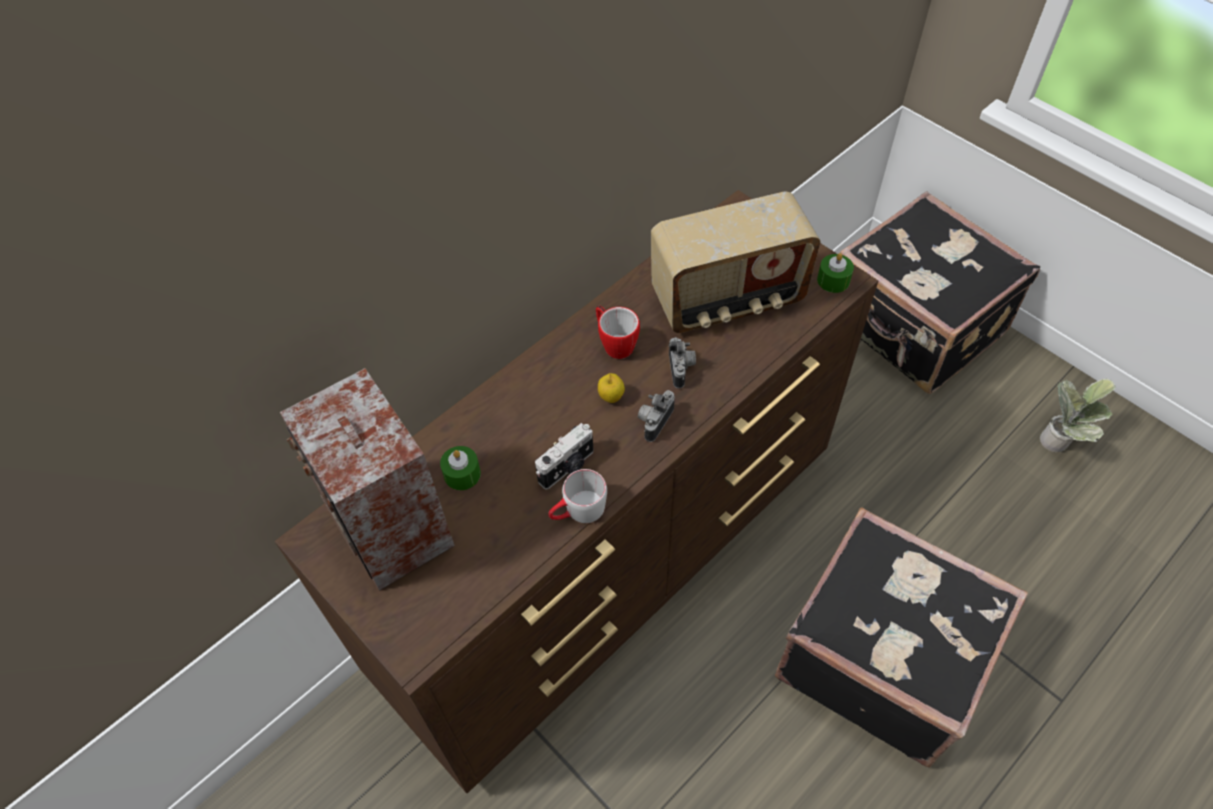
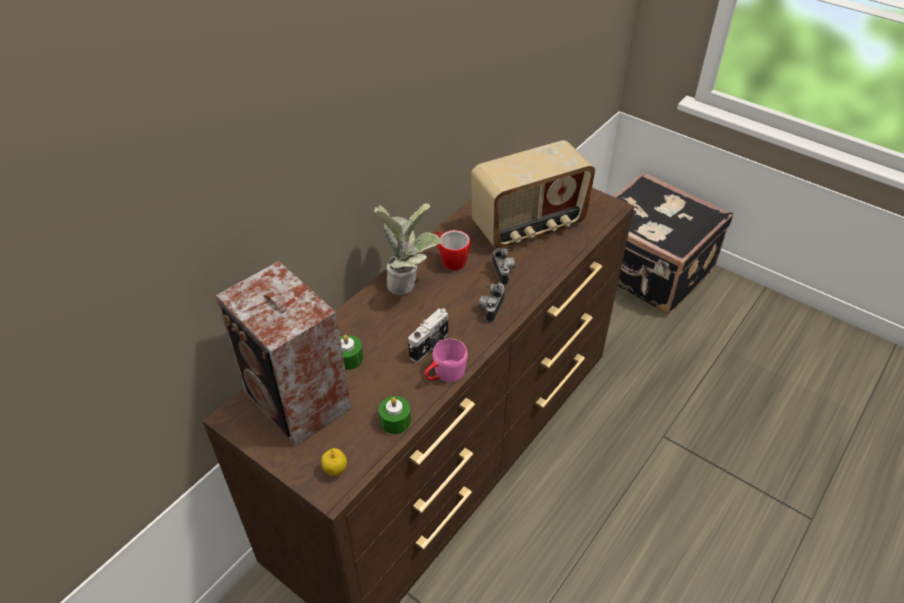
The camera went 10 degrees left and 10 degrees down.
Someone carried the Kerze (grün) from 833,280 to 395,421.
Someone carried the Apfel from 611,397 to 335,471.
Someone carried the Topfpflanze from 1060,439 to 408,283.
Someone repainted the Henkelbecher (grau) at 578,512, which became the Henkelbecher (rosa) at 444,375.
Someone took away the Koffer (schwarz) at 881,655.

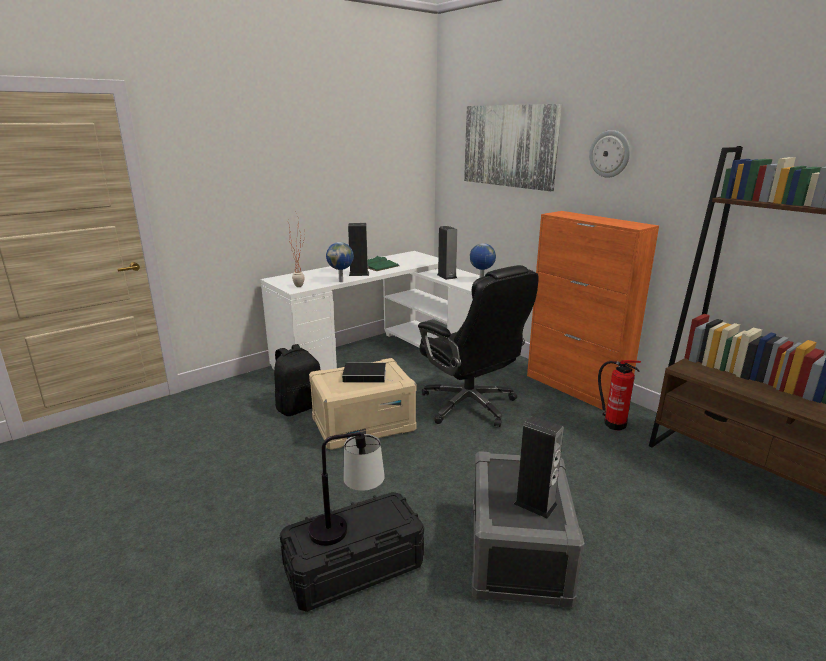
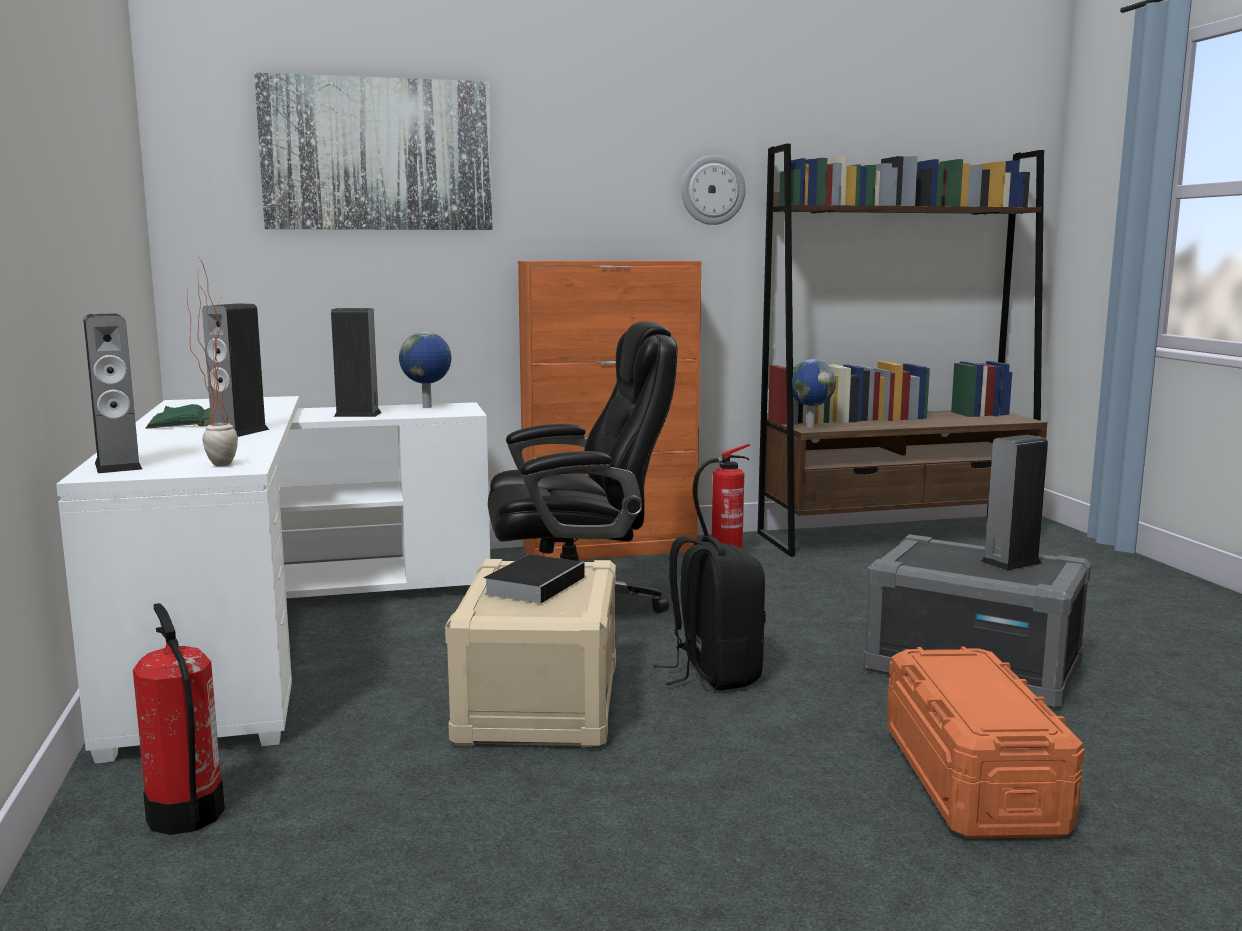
The camera went 65 degrees left and 10 degrees down.
Someone carried the Wanduhr from 610,154 to 712,190.
Someone carried the Globus from 341,281 to 809,427.
Someone carried the Rucksack (schwarz) from 299,407 to 713,674.
Someone took away the Tischlampe at 347,529.
Someone repainted the Aufbewahrungsbox (schwarz) at 354,568, which became the Aufbewahrungsbox (orange) at 972,779.
Someone put down the Lautsprecher at 118,466.
Someone put down the Feuerlöscher at 185,815.

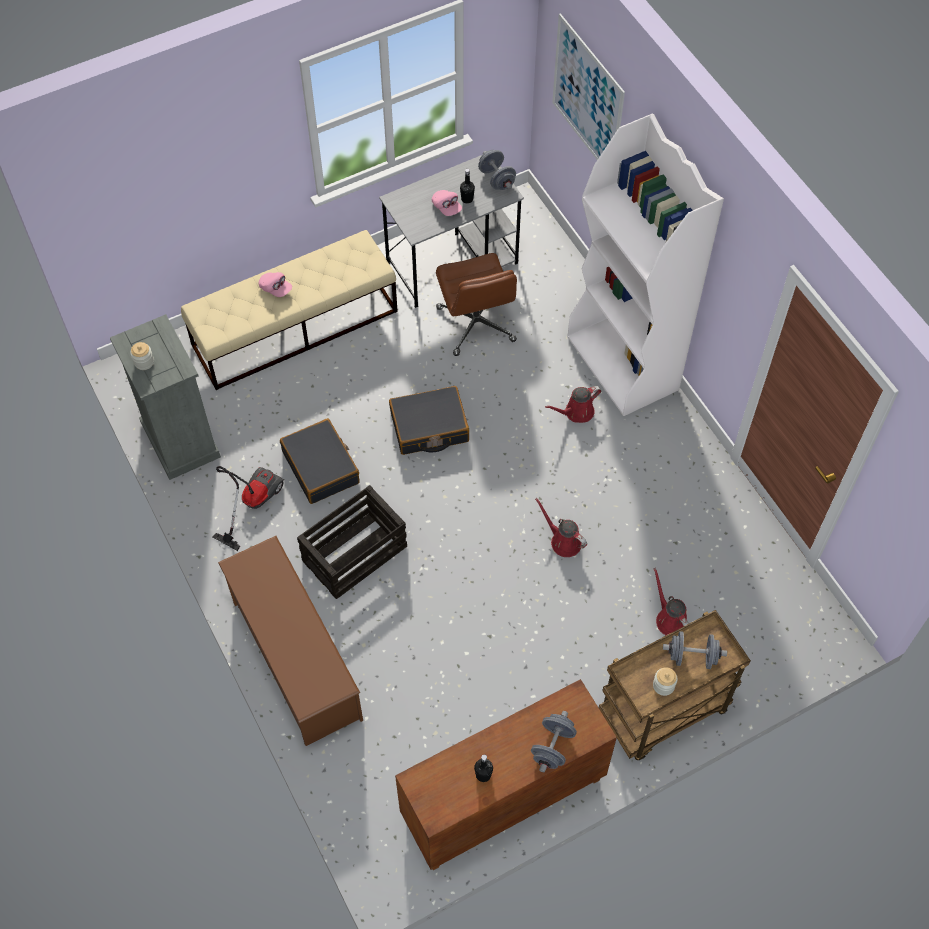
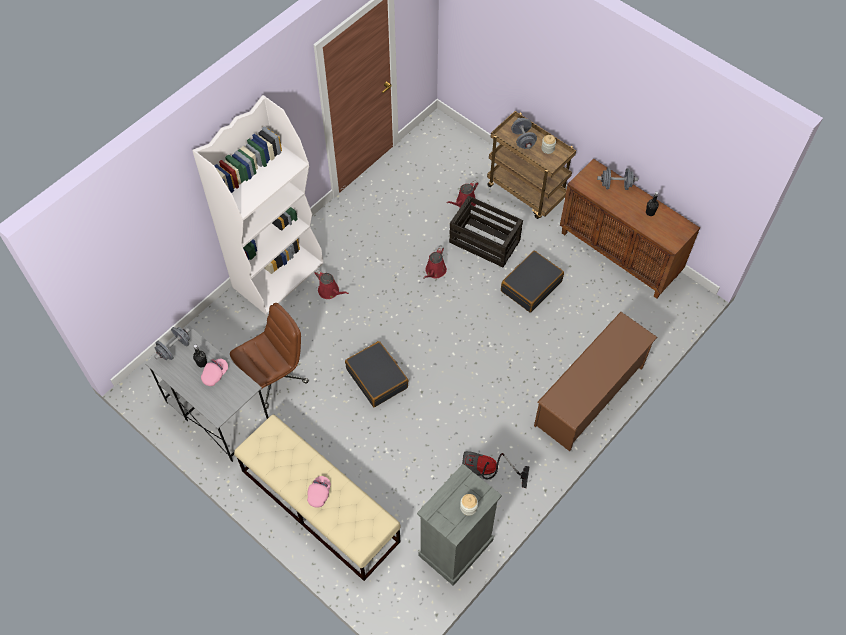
The camera went 110 degrees left and 0 degrees up.
Someone took away the Bild at 587,97.
Someone carried the Koffer (schwarz) from 321,467 to 531,286.
Someone carried the Kiste from 354,554 to 485,241.

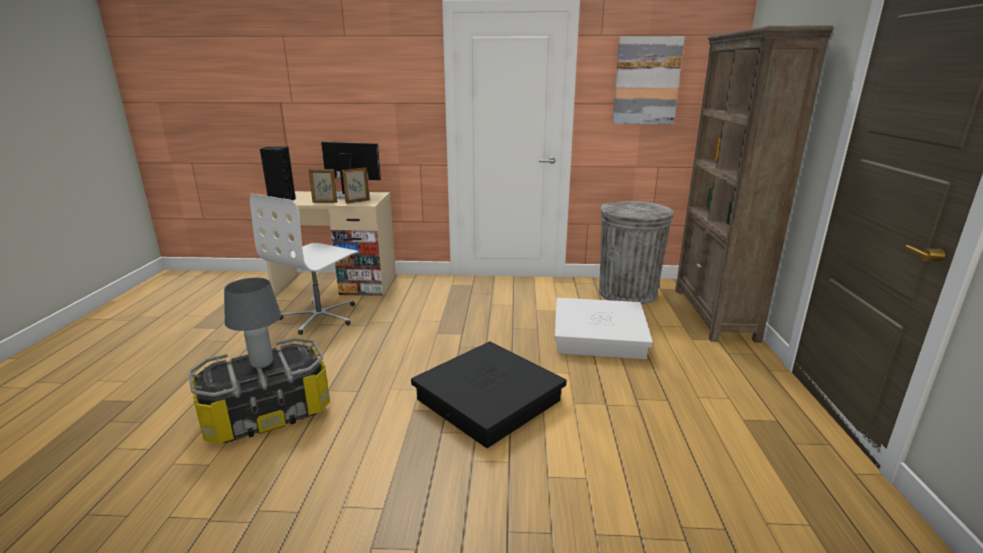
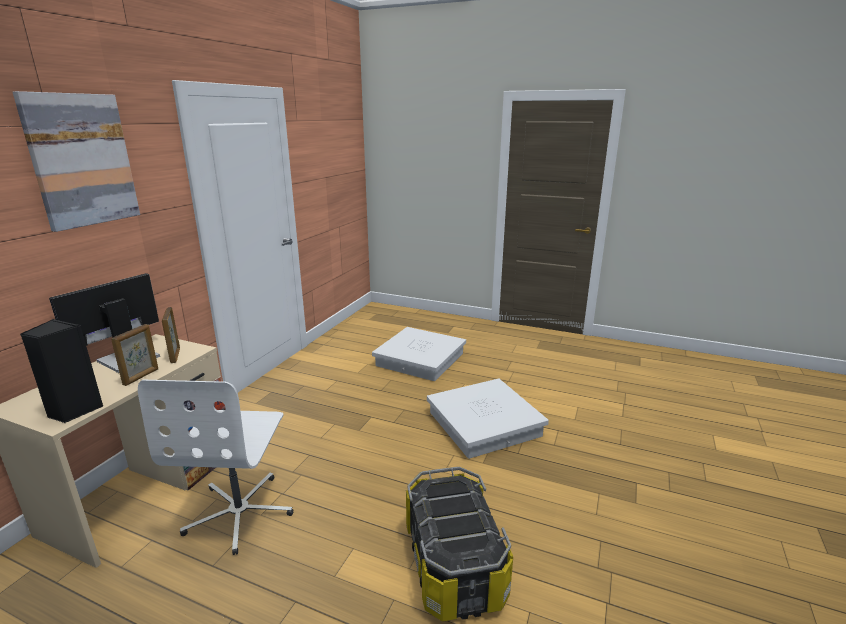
The camera went 70 degrees left and 0 degrees up.
Someone took away the Bücherregal (braun) at 714,314.
Someone carried the Bild from 646,81 to 81,160.
Someone rotated the Bürostuhl (weiß) at 320,317 by 45 degrees clockwise.
Someone took away the Mülleimer (grau) at 627,293.
Someone took away the Tischlampe (grau) at 261,364.
Someone repainted the Aufbewahrungsbox (schwarz) at 489,400, which became the Aufbewahrungsbox (weiß) at 484,423.

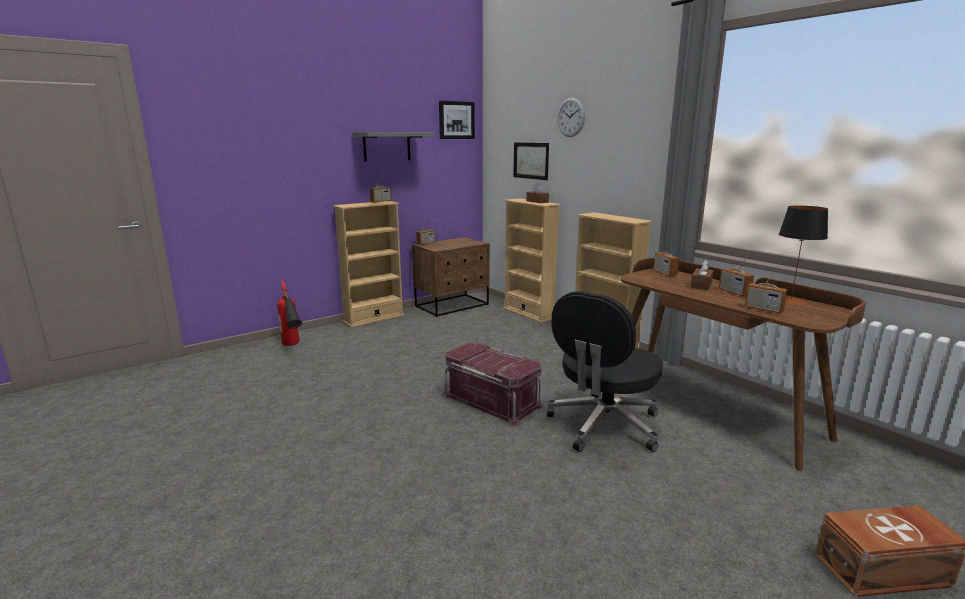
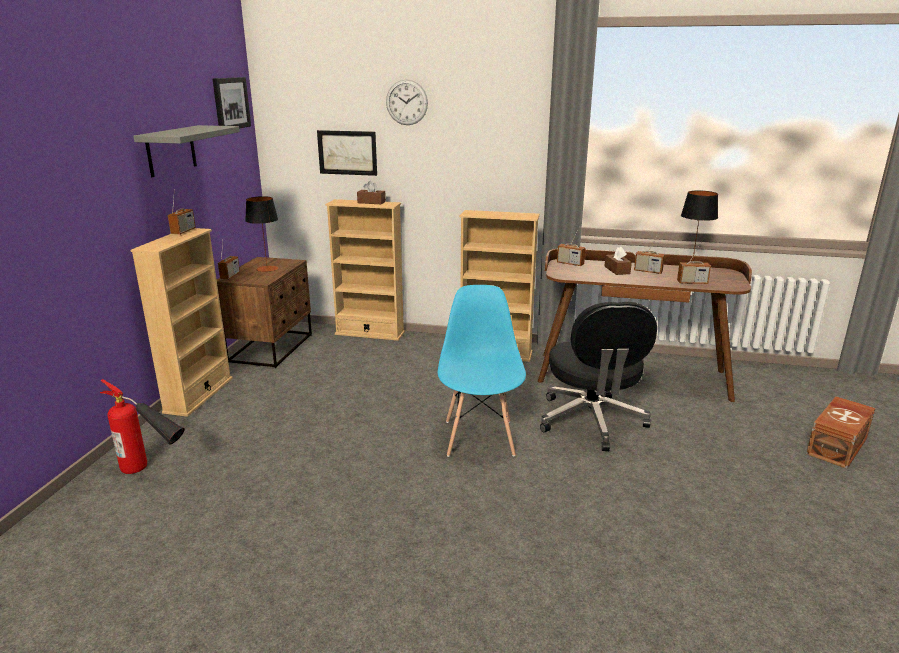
The camera went 40 degrees left and 5 degrees up.
Someone swapped the Aufbewahrungsbox (rot) at 492,400 for the Stuhl (blau) at 480,437.
Someone put down the Tischlampe at 267,269.

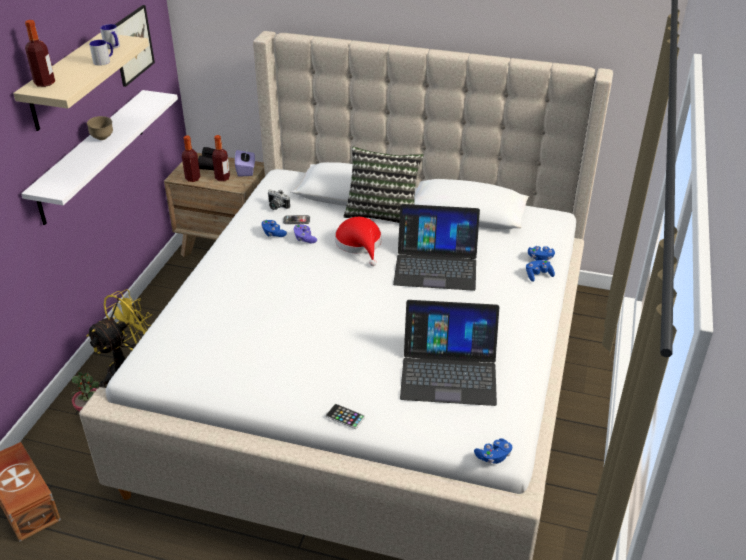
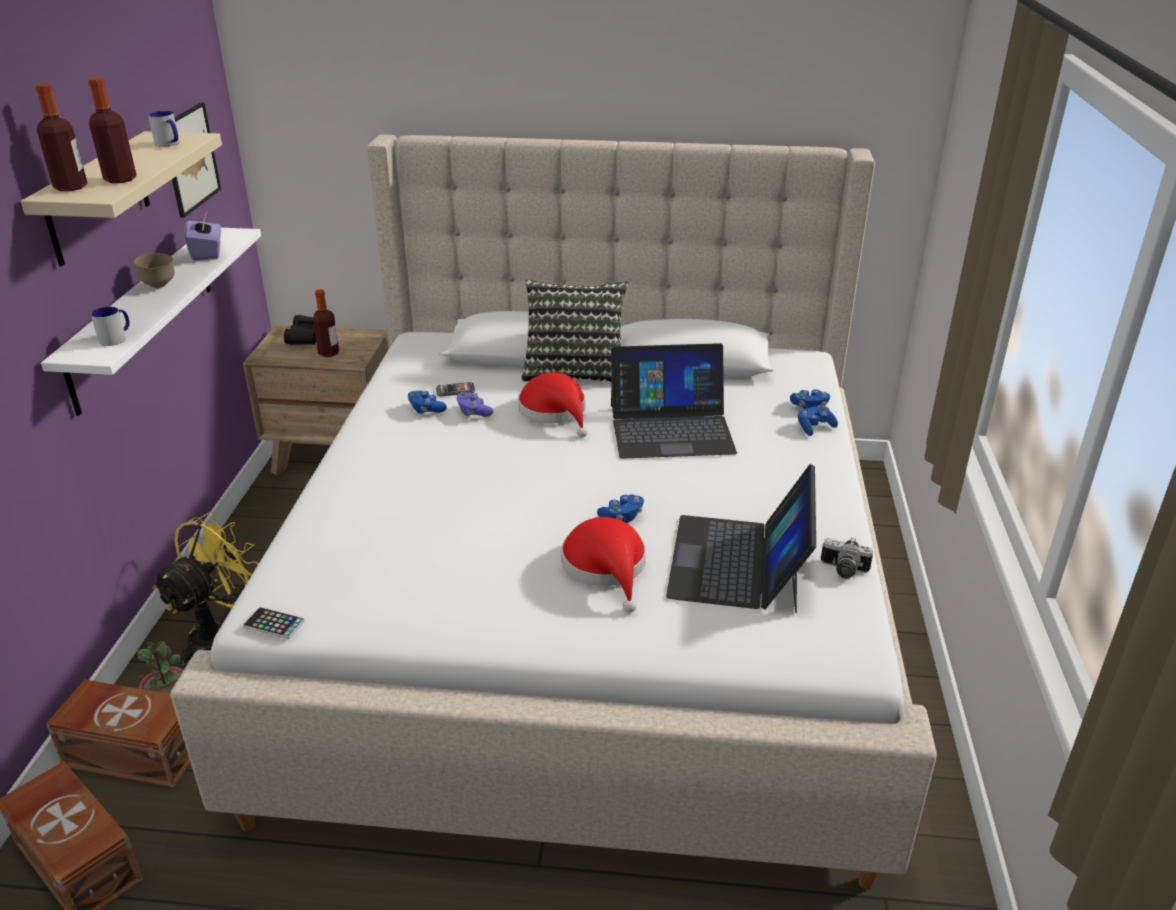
The camera went 10 degrees left and 5 degrees down.
Someone carried the Henkelbecher from 104,61 to 116,338.
Someone carried the Flasche from 192,178 to 120,179.
Someone carried the Taschentuchbox (lila) from 246,170 to 207,253.
Someone carried the Kamera from 276,207 to 843,570.
Someone rotated the Laptop at 449,371 by 105 degrees clockwise.
Someone carried the Handy from 345,417 to 274,624.
Someone carried the Gamepad (blau) from 493,456 to 621,517.
Someone put down the Hut (rot) at 606,567.
Someone put down the Aufbewahrungsbox (braun) at 134,751.

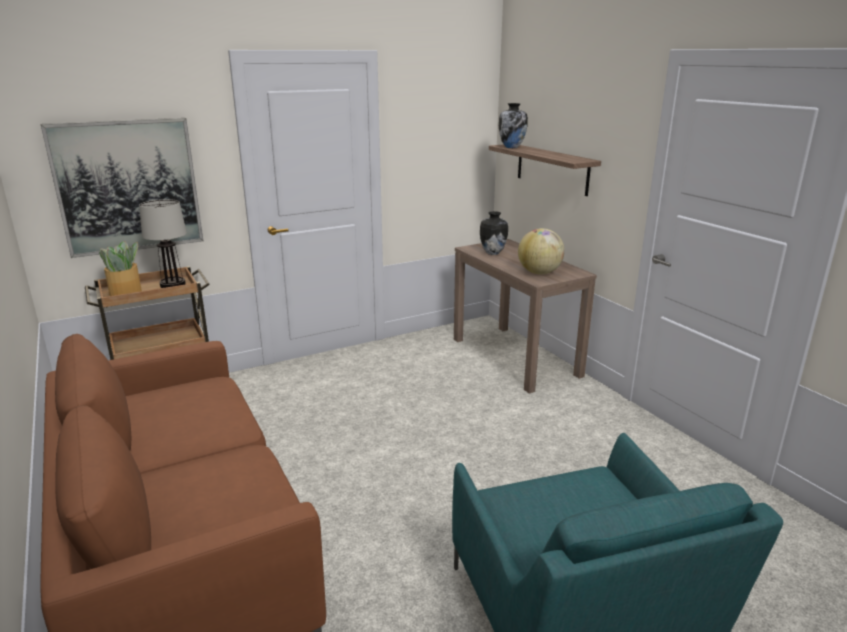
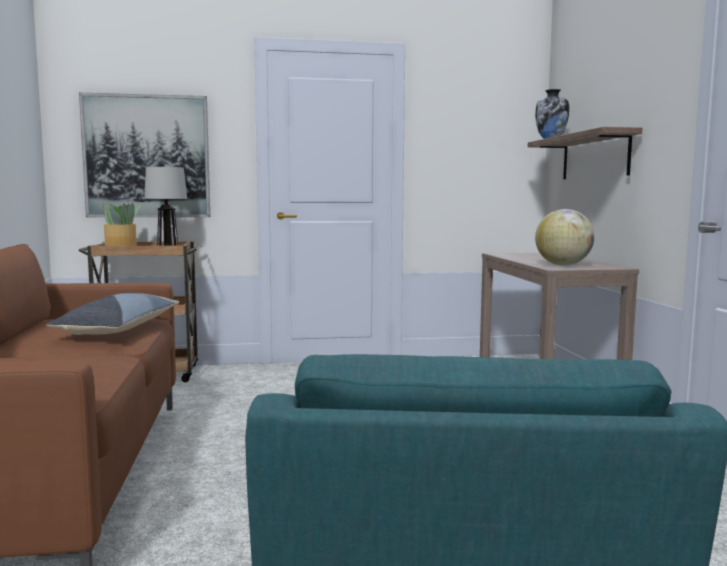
The camera went 20 degrees right and 15 degrees down.
Someone took away the Vase at 492,253.
Someone put down the Kissen at 119,328.

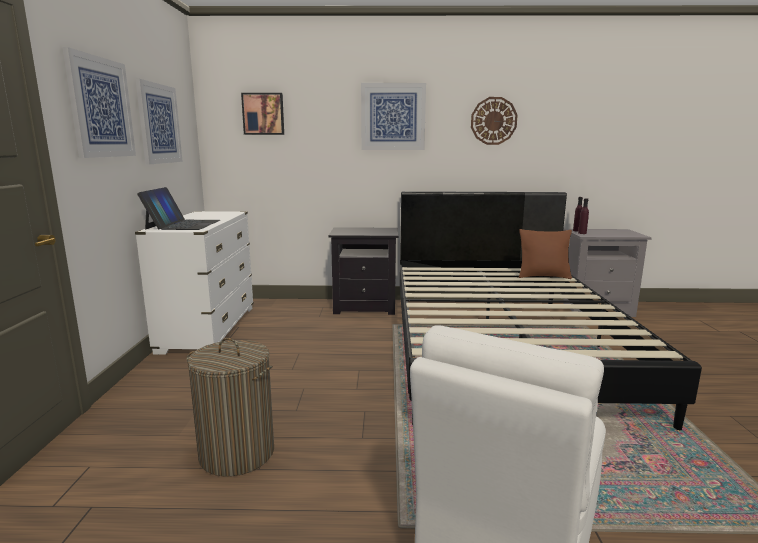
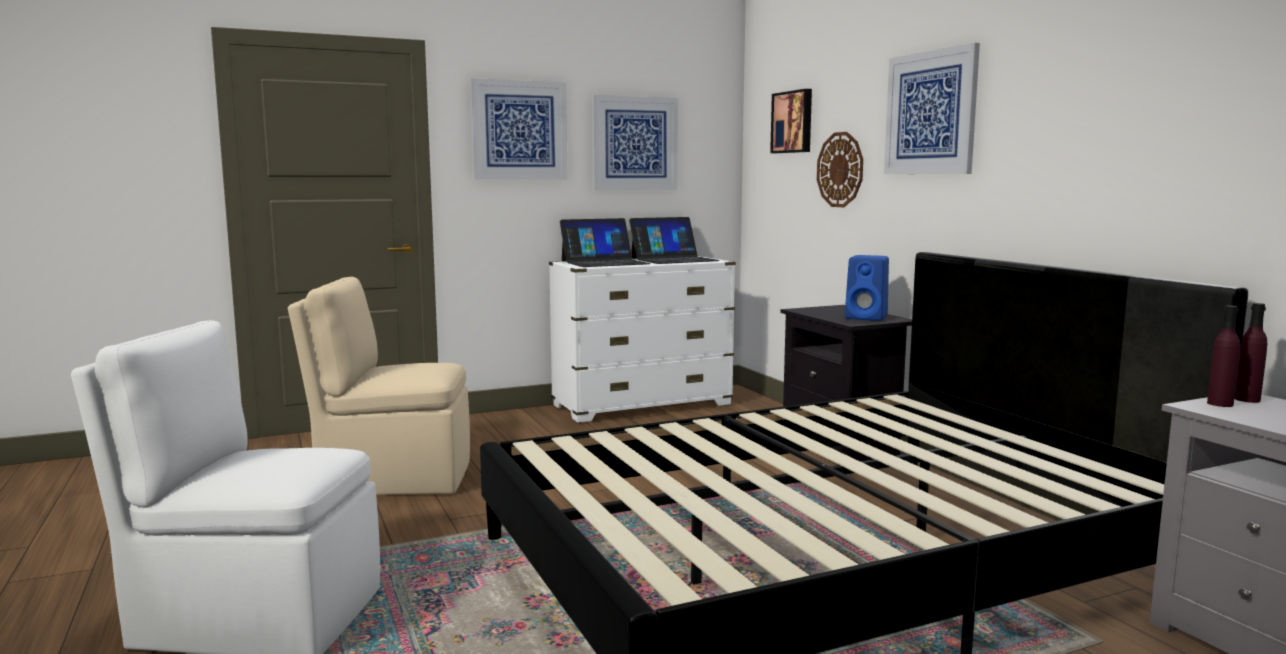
The camera went 65 degrees right and 5 degrees down.
Someone carried the Wanduhr from 493,121 to 840,169.
Someone took away the Kissen (braun) at 543,276.
Someone swapped the Wäschekorb at 237,453 for the Stuhl (beige) at 393,478.
Someone put down the Laptop at 673,259.
Someone put down the Lautsprecher (blau) at 868,317.

